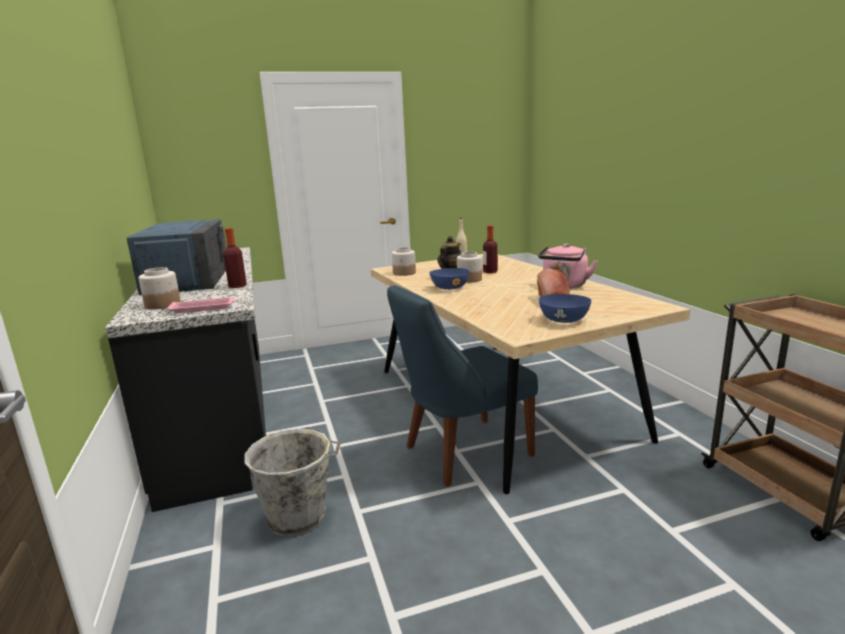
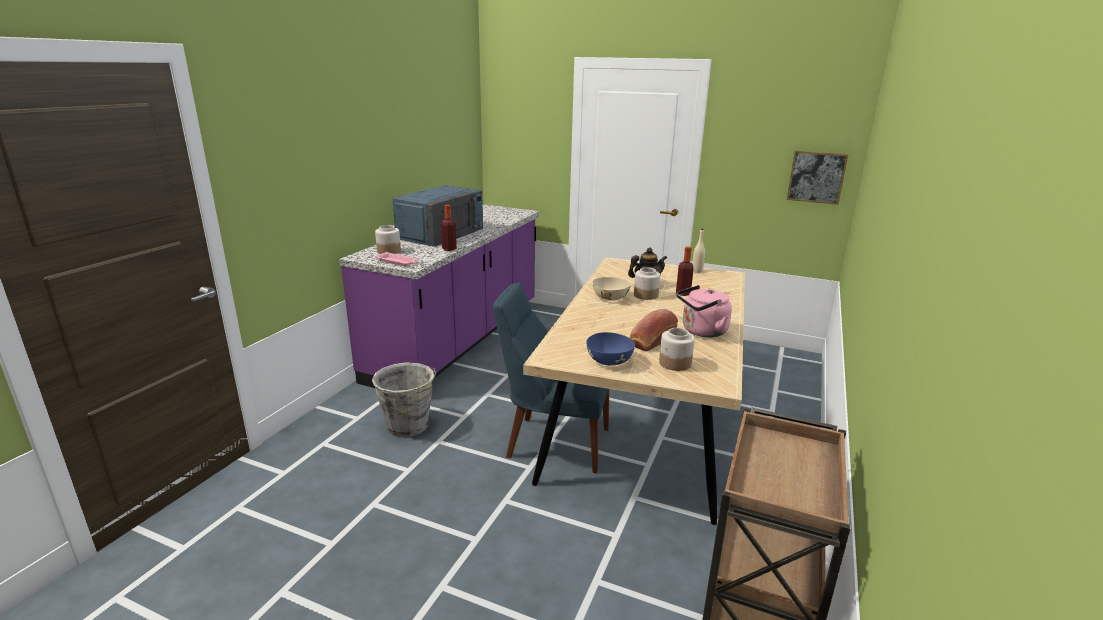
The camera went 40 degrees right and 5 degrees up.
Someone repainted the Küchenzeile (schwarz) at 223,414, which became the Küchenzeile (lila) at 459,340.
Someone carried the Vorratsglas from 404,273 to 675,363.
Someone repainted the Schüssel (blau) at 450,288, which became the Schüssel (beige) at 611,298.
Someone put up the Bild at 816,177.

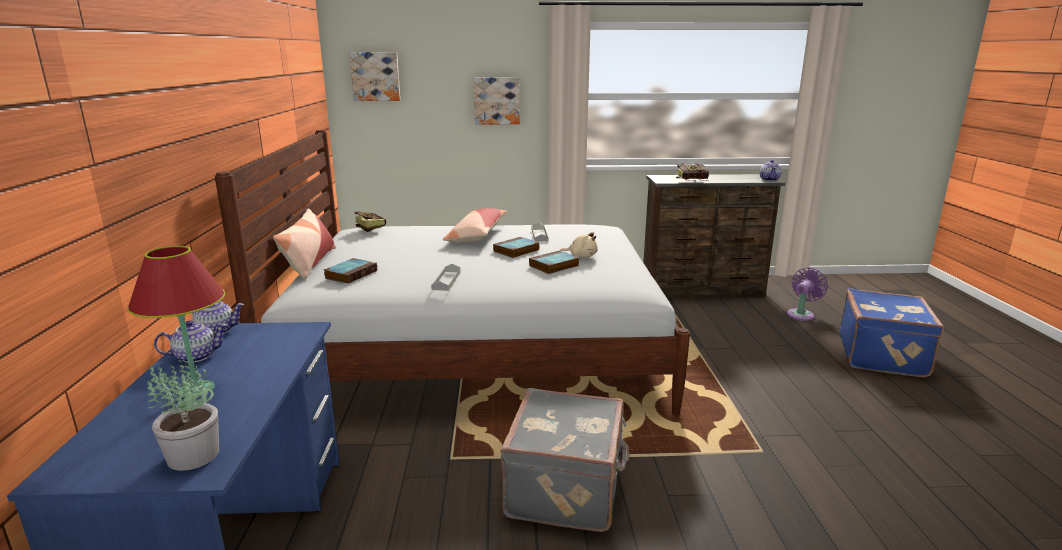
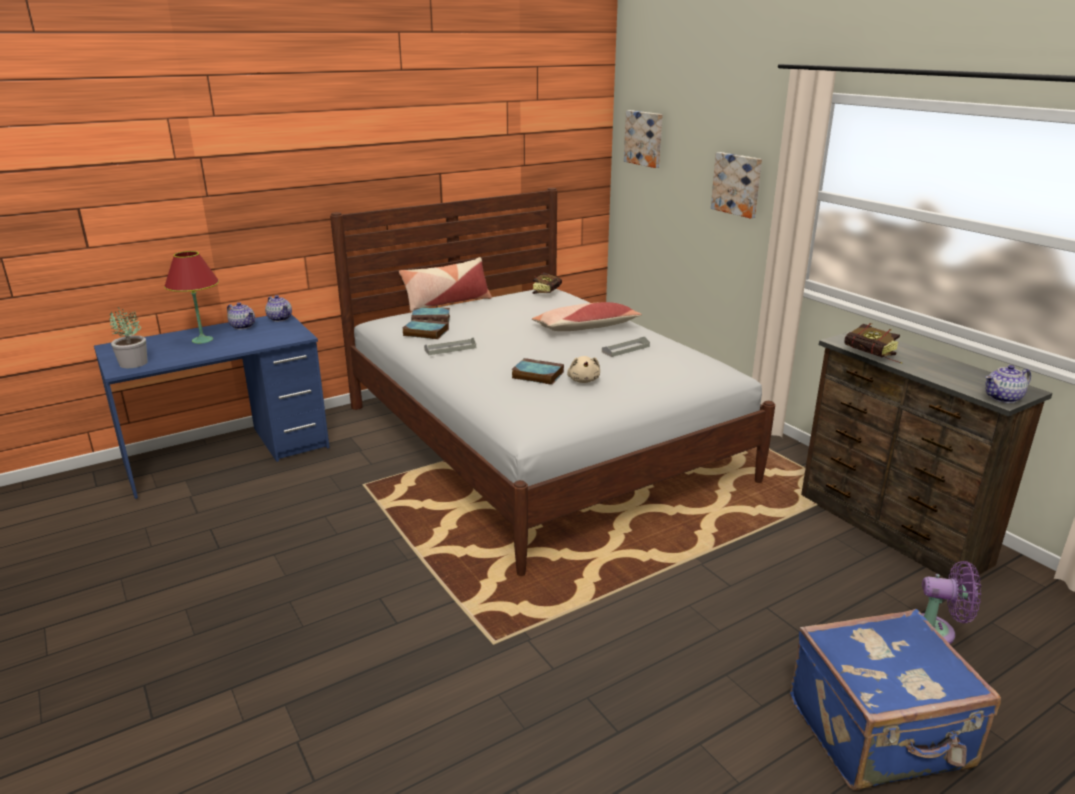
The camera went 60 degrees right and 5 degrees up.
Someone carried the Buch from 516,251 to 424,332.
Someone took away the Koffer (grau) at 567,489.

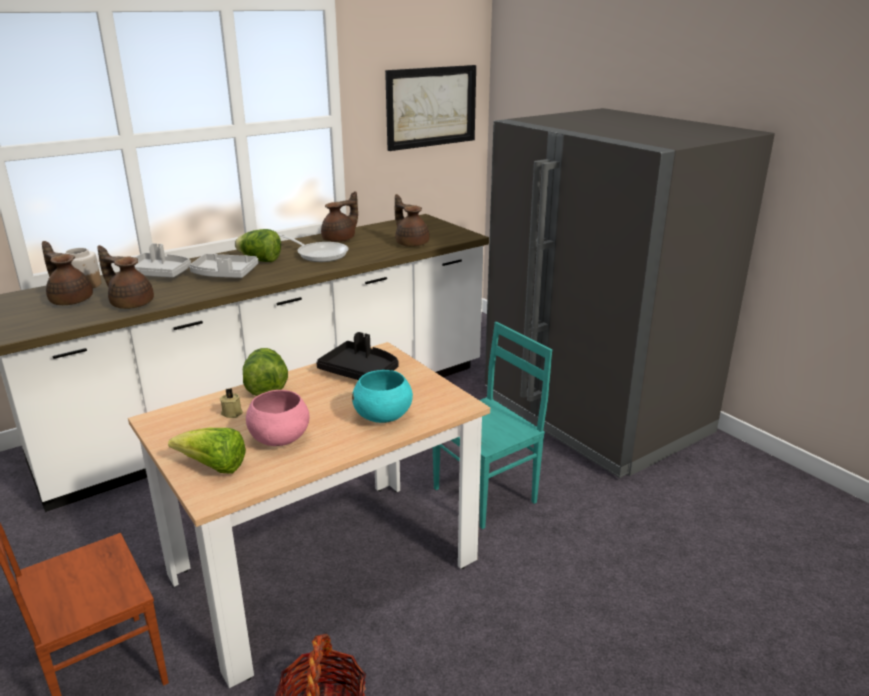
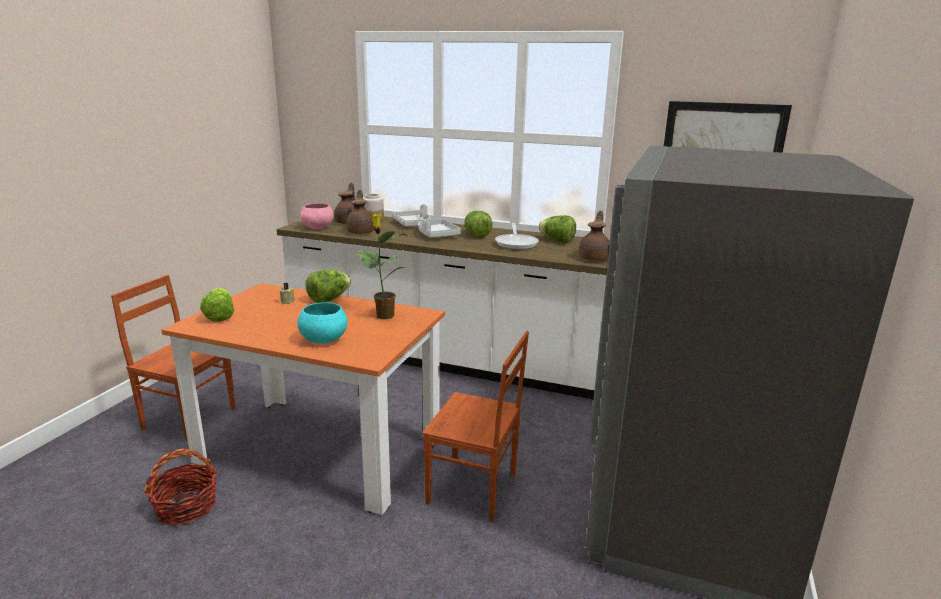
The camera went 55 degrees right and 5 degrees down.
Someone swapped the Teekanne (braun) at 340,239 for the Salatkopf at 557,241.
Someone repainted the Stuhl (türkis) at 487,495, which became the Stuhl (braun) at 473,489.
Someone swapped the Tablett (schwarz) at 360,371 for the Topfpflanze at 384,316.
Someone repainted the Esstisch (beige) at 324,569, which became the Esstisch (orange) at 320,450.
Someone carried the Schüssel (rosa) from 279,439 to 317,228.

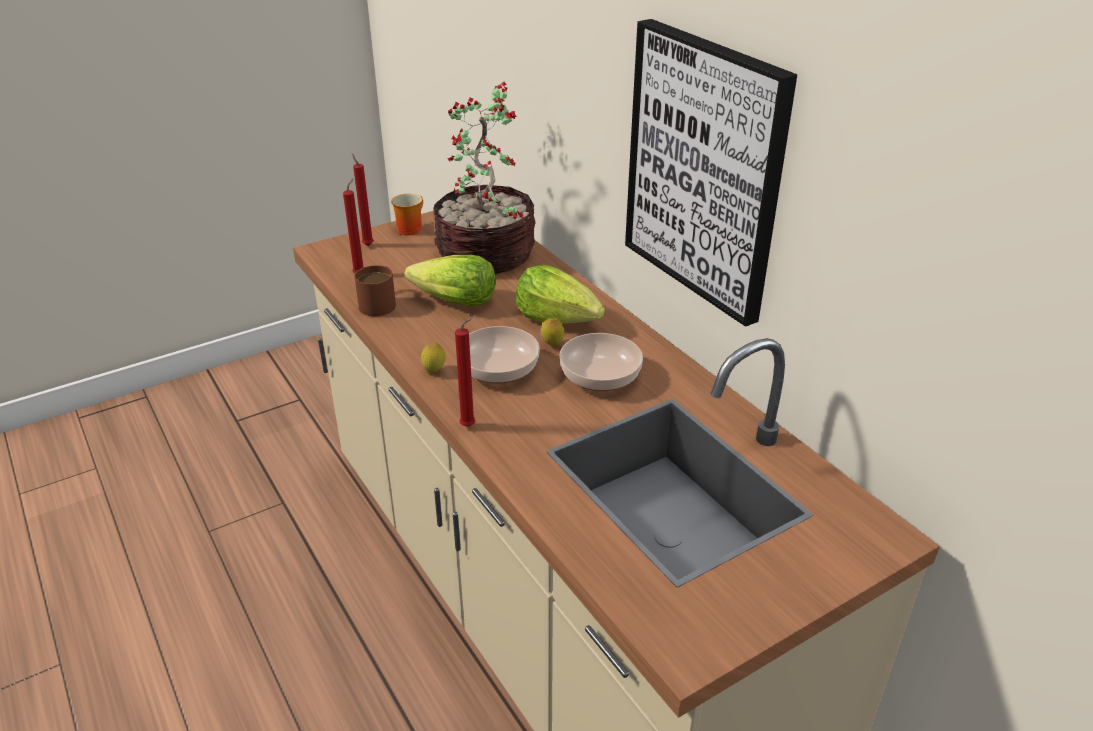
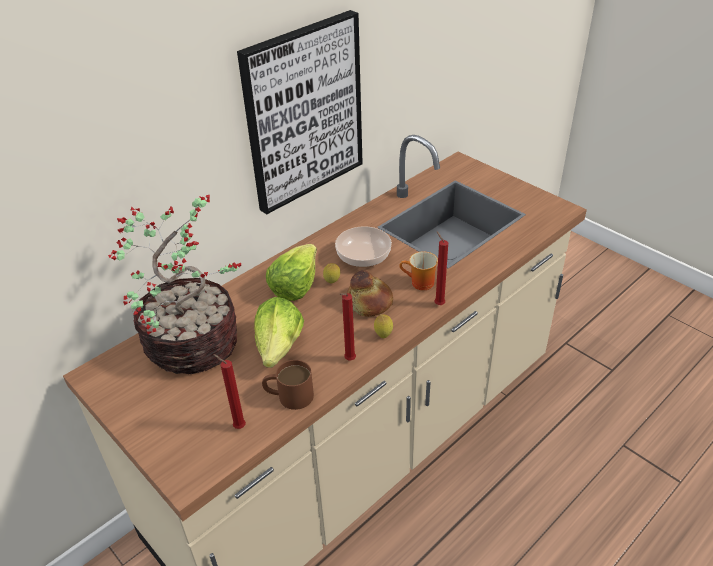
The camera went 100 degrees left and 5 degrees up.
Someone carried the Kerze (rot) from 367,245 to 348,360.
Someone carried the Henkelbecher from 409,228 to 419,284.
Someone swapped the Schüssel at 500,369 for the Brot at 370,302.

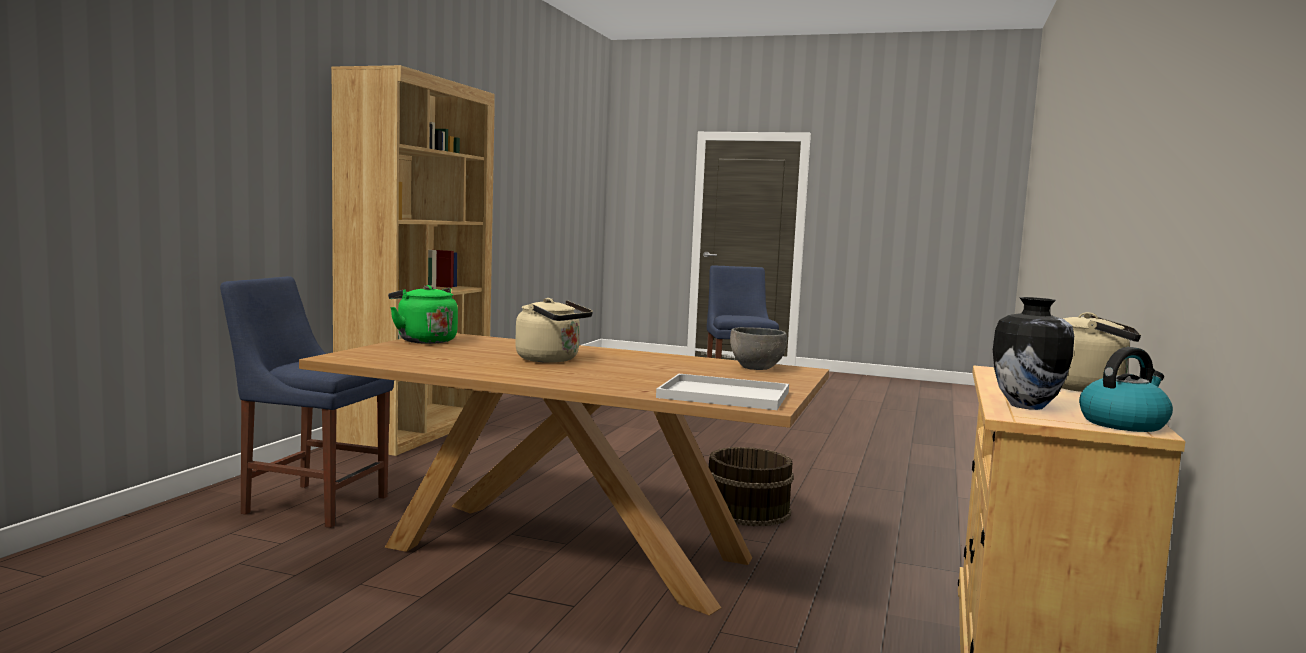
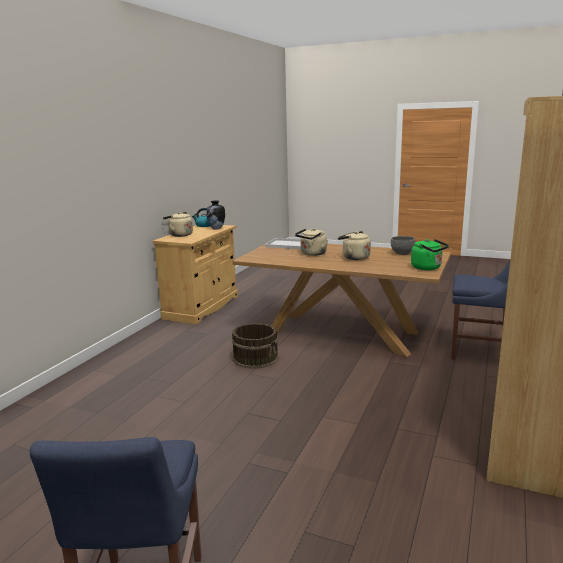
The camera went 175 degrees left and 10 degrees up.
Someone carried the Schüssel (grau) from 756,368 to 402,253.
Someone put down the Wasserkessel (beige) at 312,254.

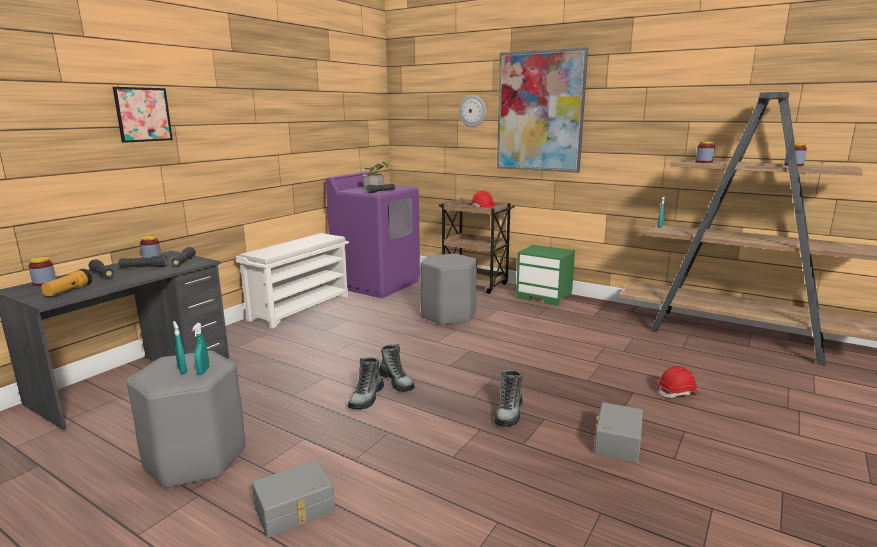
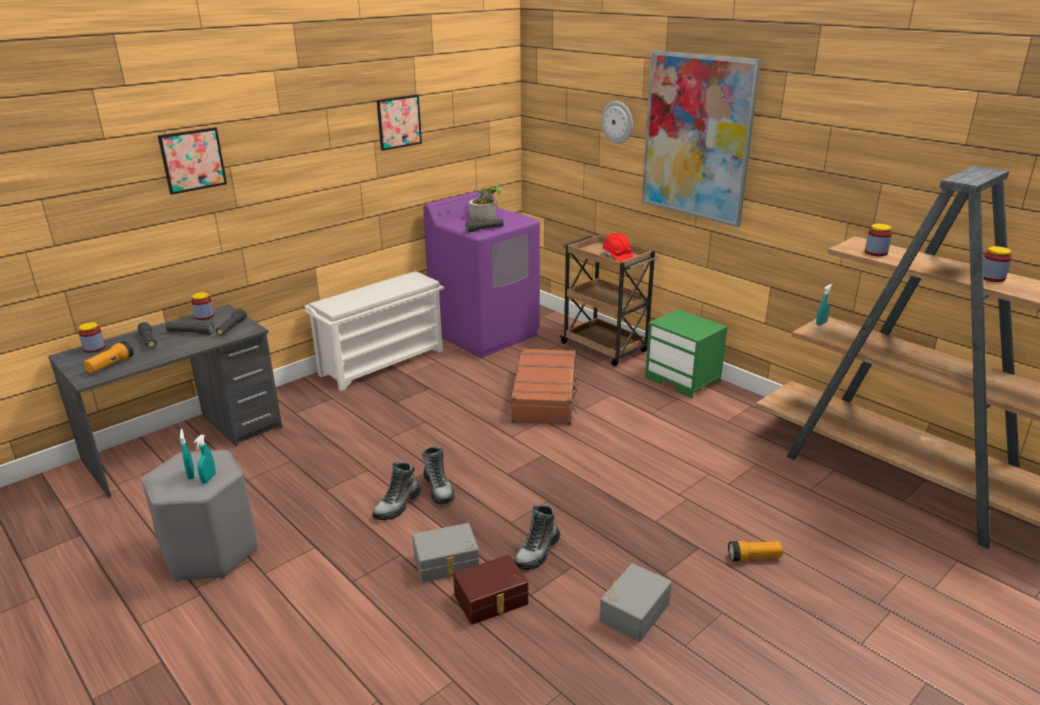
The camera went 15 degrees right and 10 degrees up.
Someone swapped the Hocker (grau) at 448,315 for the Koffer (braun) at 545,397.
Someone swapped the Schutzhelm (rot) at 678,392 for the Taschenlampe at 753,557.
Someone carried the Aufbewahrungsbox (grau) from 295,510 to 447,563.
Someone put up the Bild at 399,122.
Someone put down the Aufbewahrungsbox (braun) at 492,600.

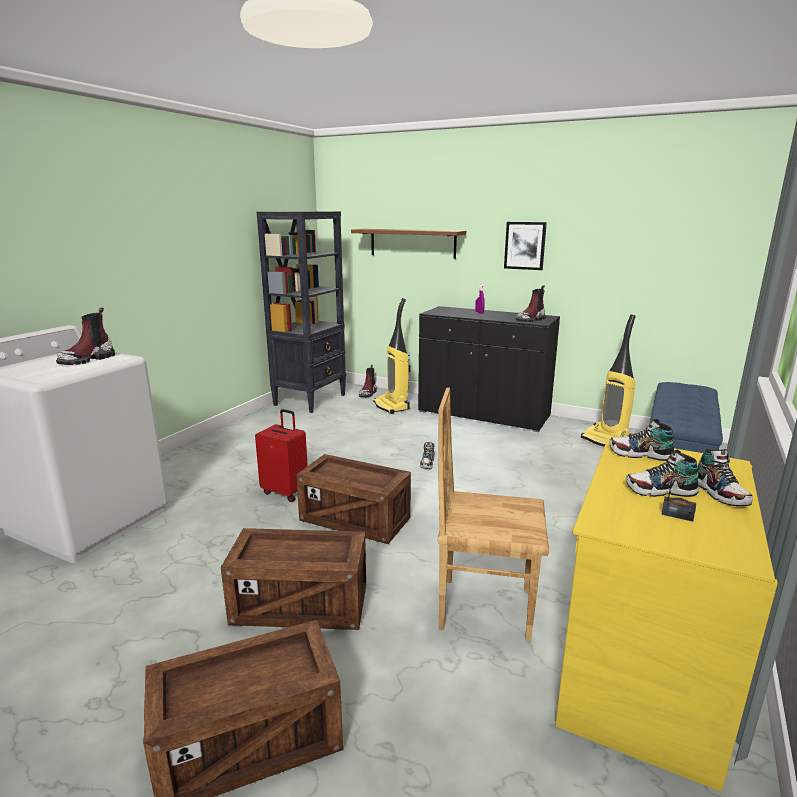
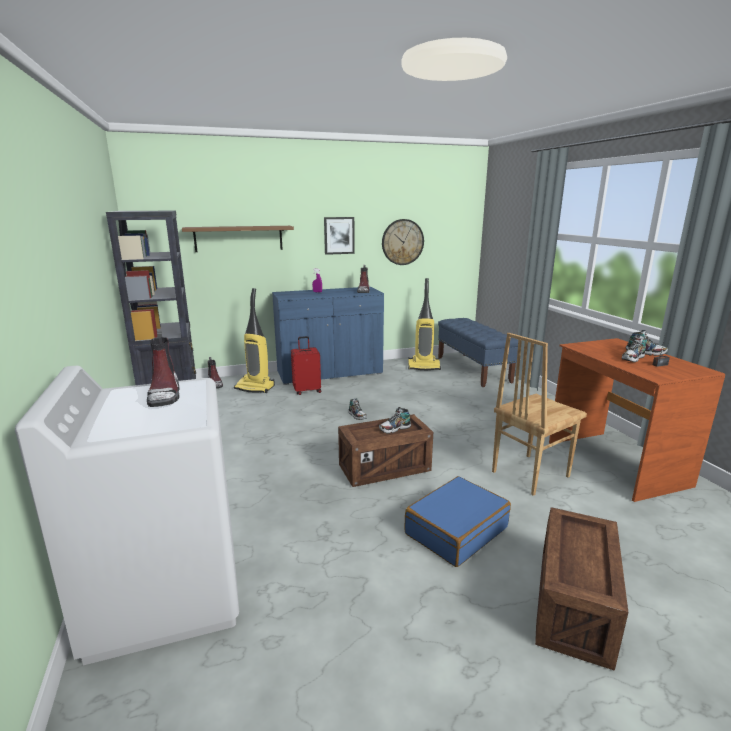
The camera went 45 degrees left and 0 degrees up.
Someone repainted the Schrank (schwarz) at 483,414, which became the Schrank (blau) at 330,373.
Someone carried the Koffer (rot) from 286,492 to 307,391.
Someone carried the Schuh from 640,454 to 395,429.
Someone repainted the Schreibtisch (gelb) at 640,670, which became the Schreibtisch (braun) at 614,463.
Someone swapped the Kiste at 300,605 for the Koffer (blau) at 456,530.
Someone put up the Wanduhr at 402,242.

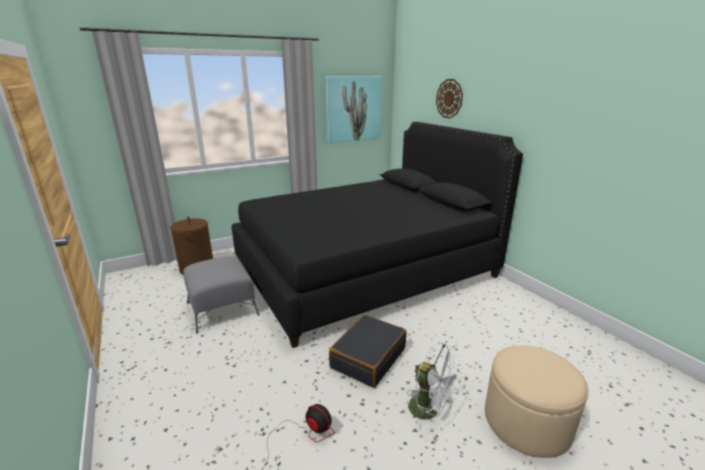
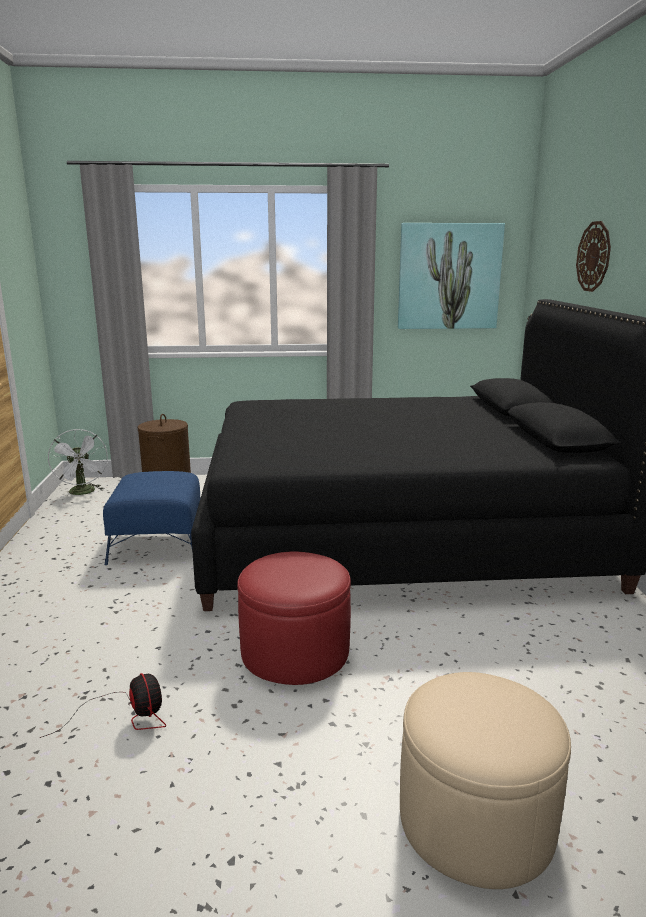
The camera went 25 degrees right and 5 degrees down.
Someone repainted the Polsterhocker (grau) at 222,309, which became the Polsterhocker (blau) at 157,544.
Someone swapped the Koffer (schwarz) at 368,357 for the Polsterhocker (rot) at 295,651.
Someone carried the Ventilator (weiß) from 429,410 to 83,493.

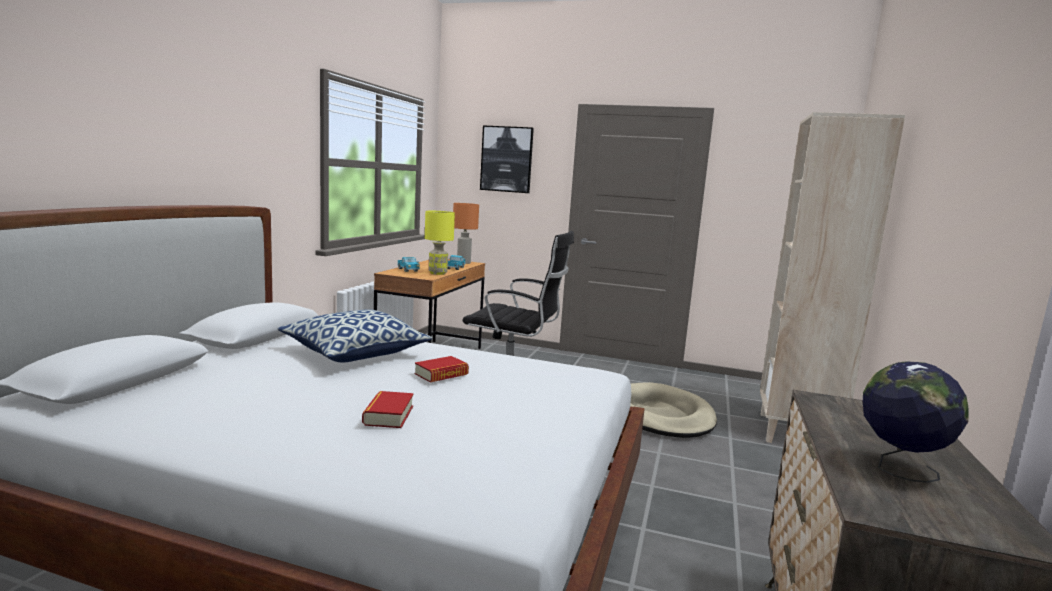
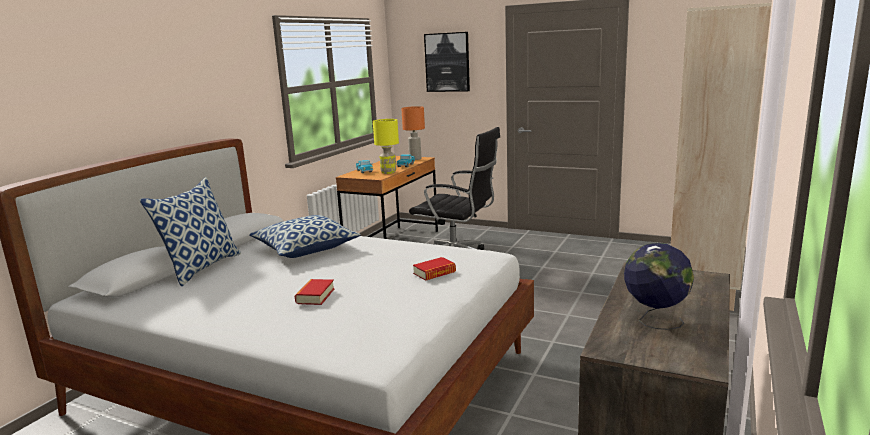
The camera went 10 degrees right and 5 degrees up.
Someone carried the Buch from 441,374 to 434,273.
Someone took away the Hundebett (beige) at 661,415.
Someone put down the Kissen at 201,268.

